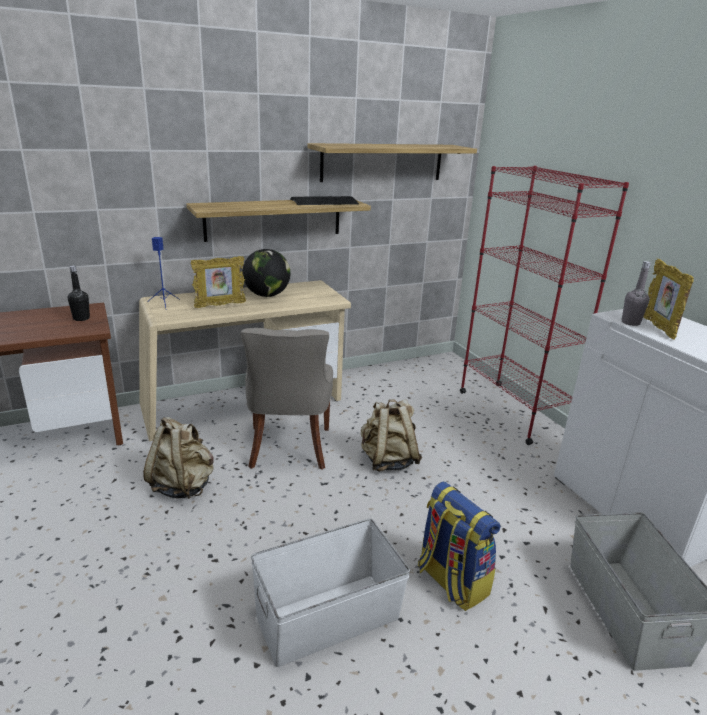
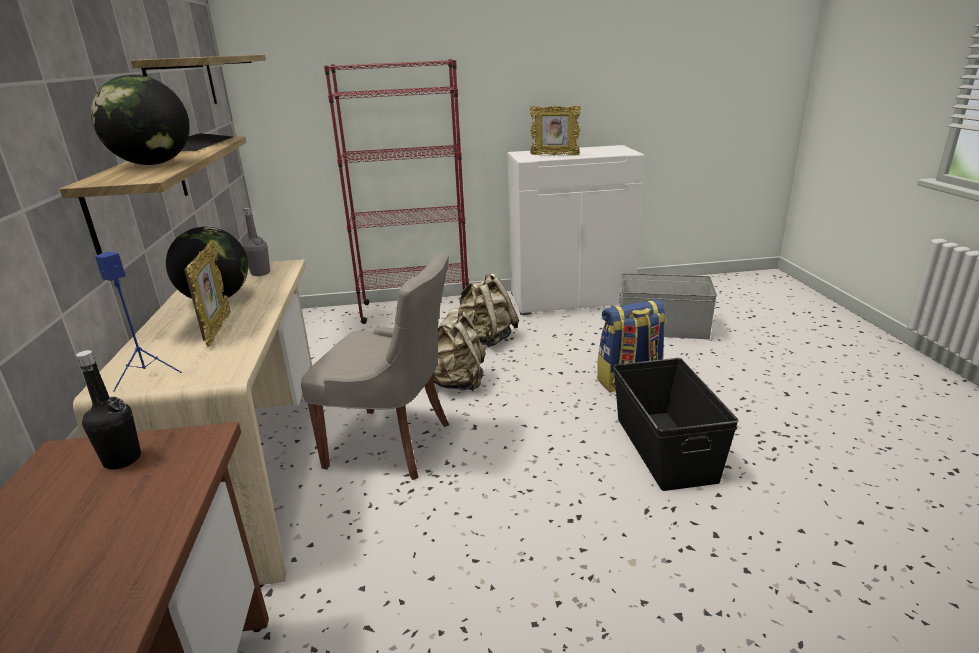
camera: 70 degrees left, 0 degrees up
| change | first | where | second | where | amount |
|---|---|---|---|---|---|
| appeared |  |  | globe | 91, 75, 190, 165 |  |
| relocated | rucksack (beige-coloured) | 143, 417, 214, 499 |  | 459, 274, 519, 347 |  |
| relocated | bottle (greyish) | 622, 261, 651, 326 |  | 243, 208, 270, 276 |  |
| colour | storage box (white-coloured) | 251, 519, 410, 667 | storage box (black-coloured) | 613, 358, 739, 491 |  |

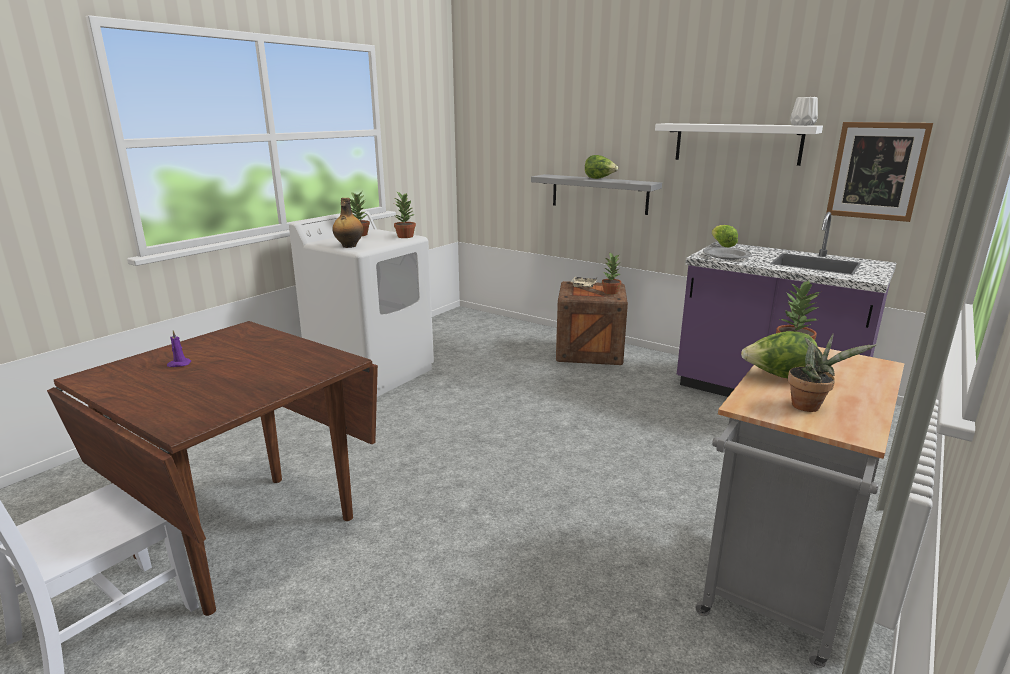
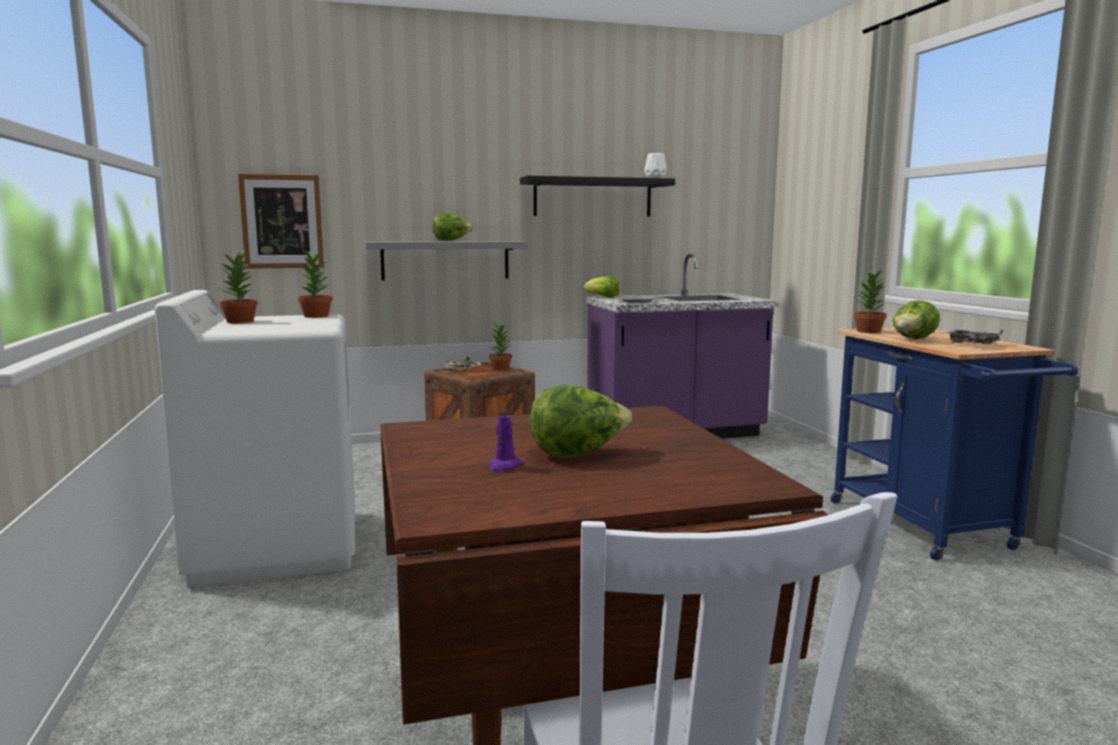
camera: 50 degrees left, 10 degrees down
| change | first | where | second | where | amount |
|---|---|---|---|---|---|
| missing | bottle | 332, 198, 363, 248 |  |  |  |
| appeared |  |  | head of lettuce | 530, 385, 632, 458 |  |
| relocated | wall art | 826, 122, 933, 222 |  | 238, 174, 324, 269 |  |
| exchanged | potted plant | 788, 334, 876, 412 | tray (greyish) | 946, 330, 1003, 344 |  |
| colour | bracket shelf (white-coloured) | 655, 123, 823, 166 | bracket shelf (black-coloured) | 520, 176, 675, 217 |  |
| colour | wheeled cart (greyish) | 696, 347, 904, 668 | wheeled cart (blue) | 830, 327, 1078, 561 |  |

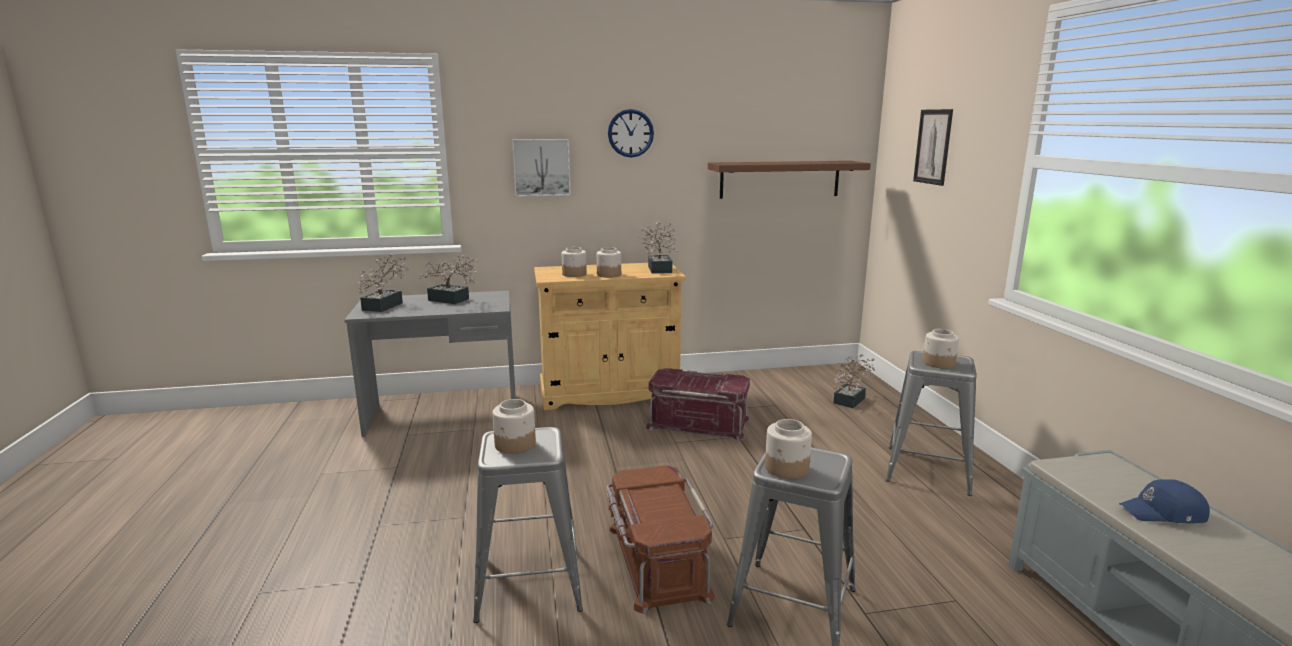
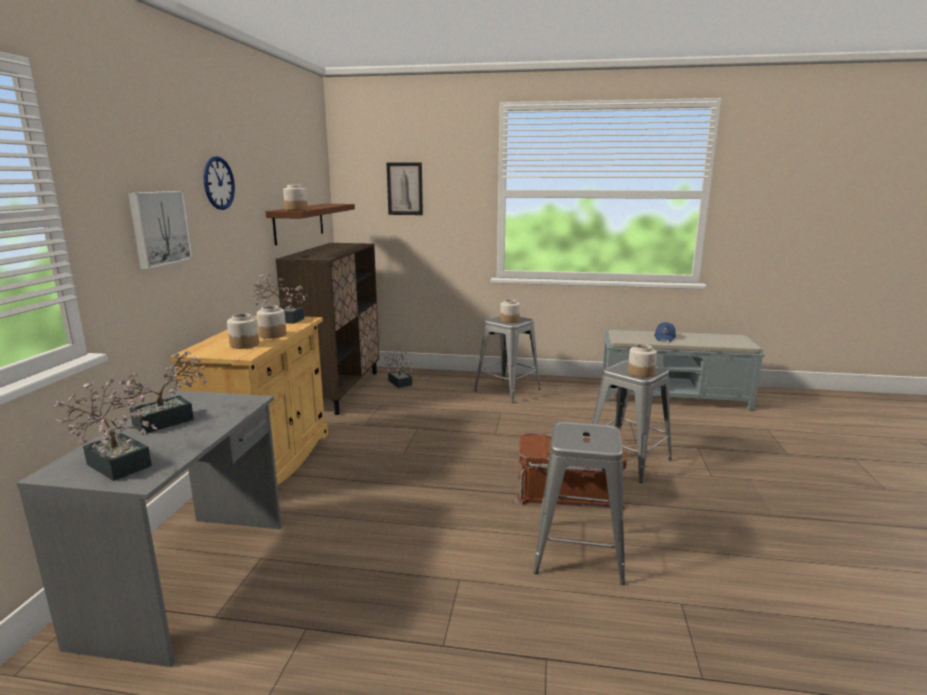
camera: 70 degrees left, 0 degrees up
| change | first | where | second | where | amount |
|---|---|---|---|---|---|
| missing | storage box (red-coloured) | 646, 368, 751, 441 |  |  |  |
| appeared |  |  | cabinet (brownish) | 276, 243, 379, 415 |  |
| relocated | jar | 492, 399, 536, 454 |  | 283, 185, 308, 211 |  |

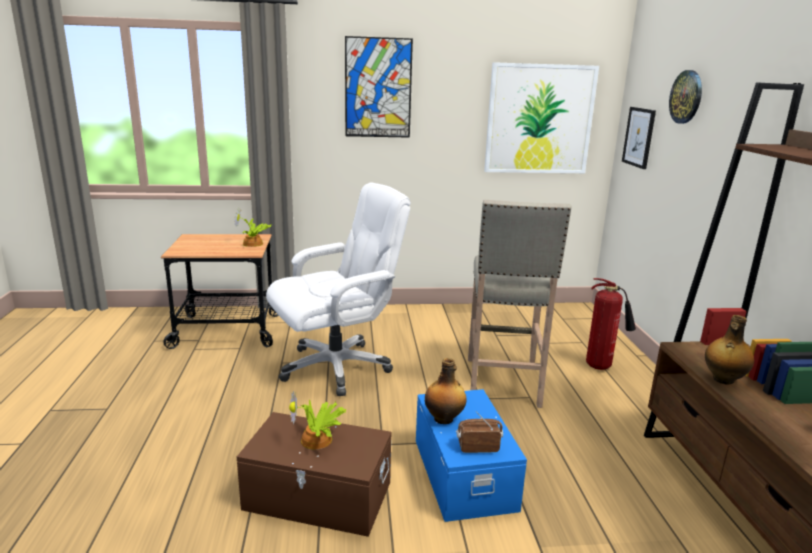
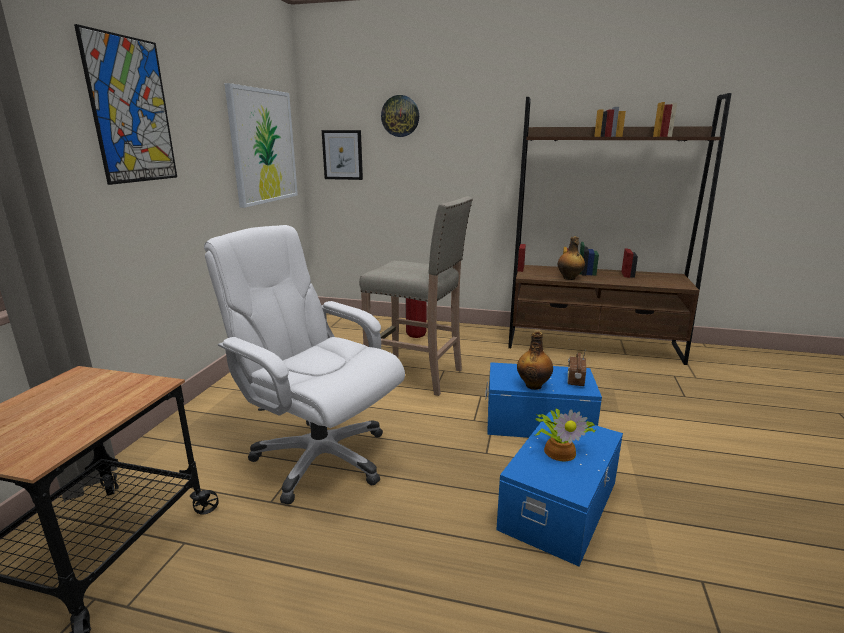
camera: 70 degrees left, 0 degrees up
| change | first | where | second | where | amount |
|---|---|---|---|---|---|
| missing | potted plant | 234, 207, 271, 247 |  |  |  |
| colour | storage box (brownish) | 237, 412, 391, 537 | storage box (blue) | 496, 412, 623, 566 |  |
| spun | computer chair (white-coloured) | 266, 182, 411, 396 |  | 204, 225, 405, 505 | 45 degrees counterclockwise |

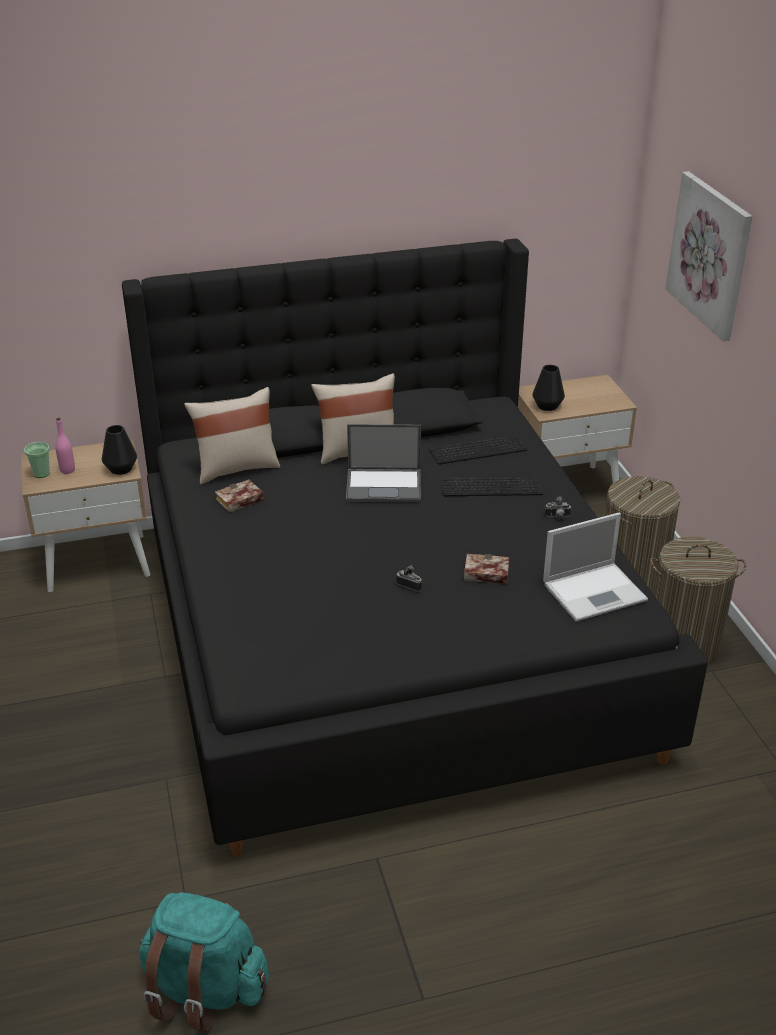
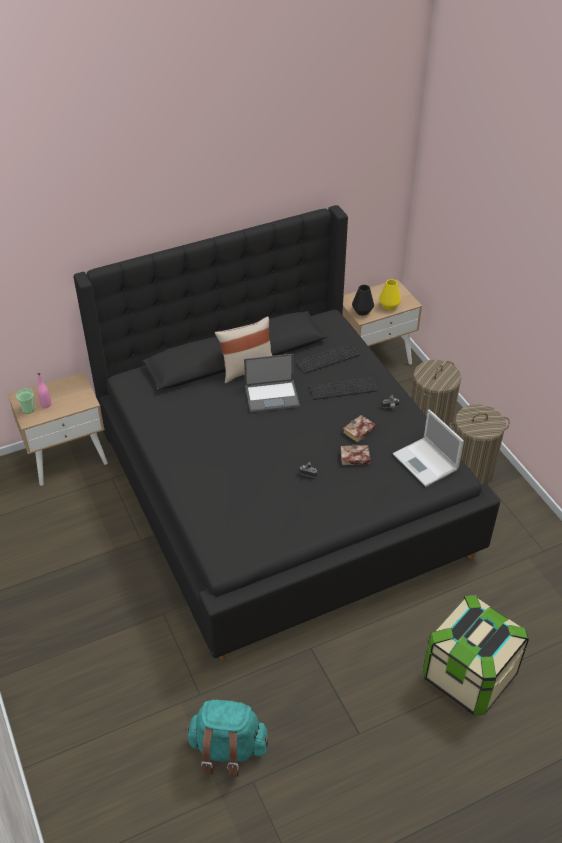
camera: 10 degrees left, 10 degrees up
| change | first | where | second | where | amount |
|---|---|---|---|---|---|
| missing | vase (black-coloured) | 102, 425, 137, 475 |  |  |  |
| missing | pillow (beige-coloured) | 184, 387, 280, 485 |  |  |  |
| missing | wall art | 665, 171, 753, 342 |  |  |  |
| appeared |  |  | vase (yellow-coloured) | 379, 279, 401, 310 |  |
| appeared |  |  | storage box | 423, 596, 529, 715 |  |
| relocated | volume | 215, 479, 264, 513 |  | 343, 415, 376, 443 |  |
| spun | notebook computer | 543, 513, 648, 622 |  | 393, 409, 464, 487 | 90 degrees clockwise |

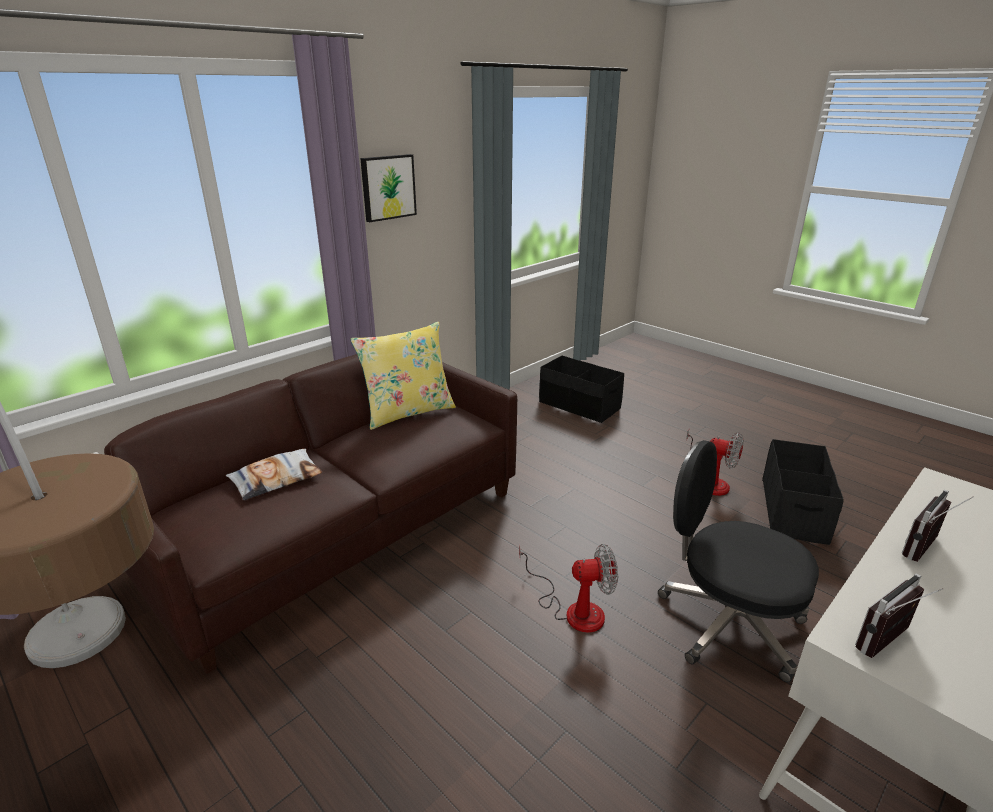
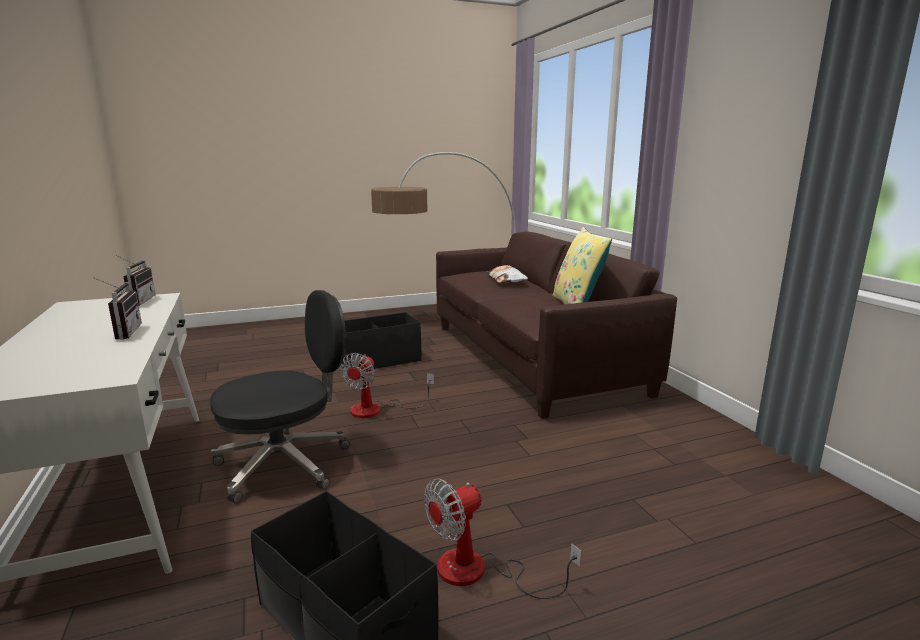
camera: 115 degrees right, 10 degrees down
| change | first | where | second | where | amount |
|---|---|---|---|---|---|
| missing | wall art | 360, 154, 417, 222 |  |  |  |
| relocated | storage box (black-coloured) | 539, 356, 624, 423 |  | 342, 312, 421, 369 |  |

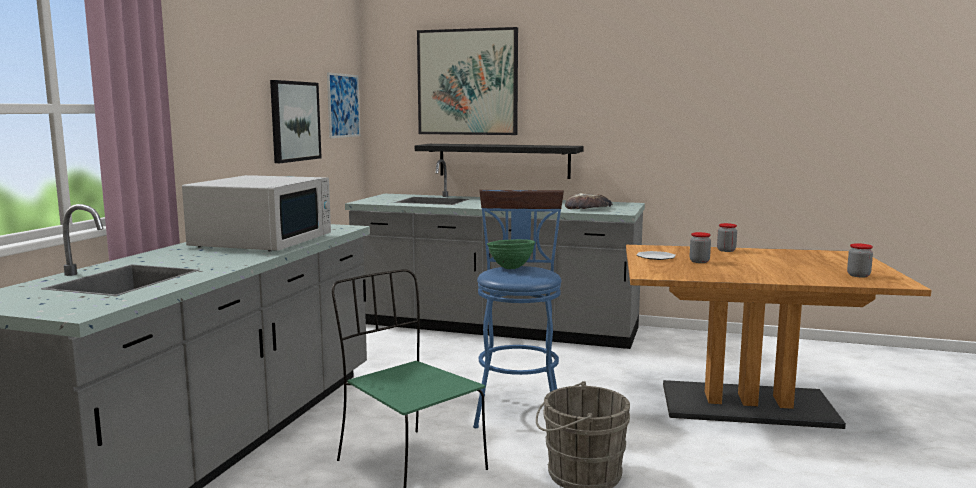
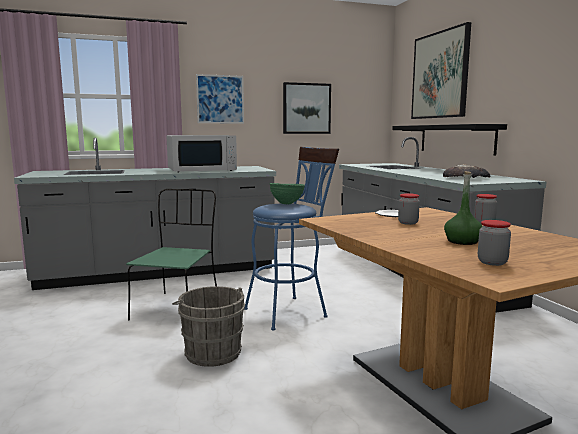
camera: 55 degrees right, 0 degrees up
| change | first | where | second | where | amount |
|---|---|---|---|---|---|
| appeared |  |  | bottle (green-coloured) | 444, 171, 483, 245 |  |
| relocated | wall art | 327, 73, 360, 138 |  | 196, 74, 244, 124 |  |

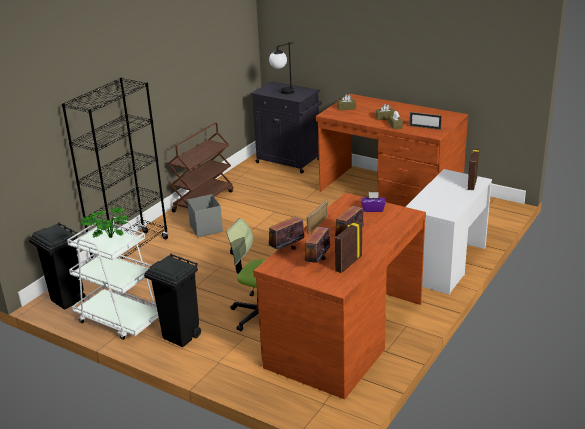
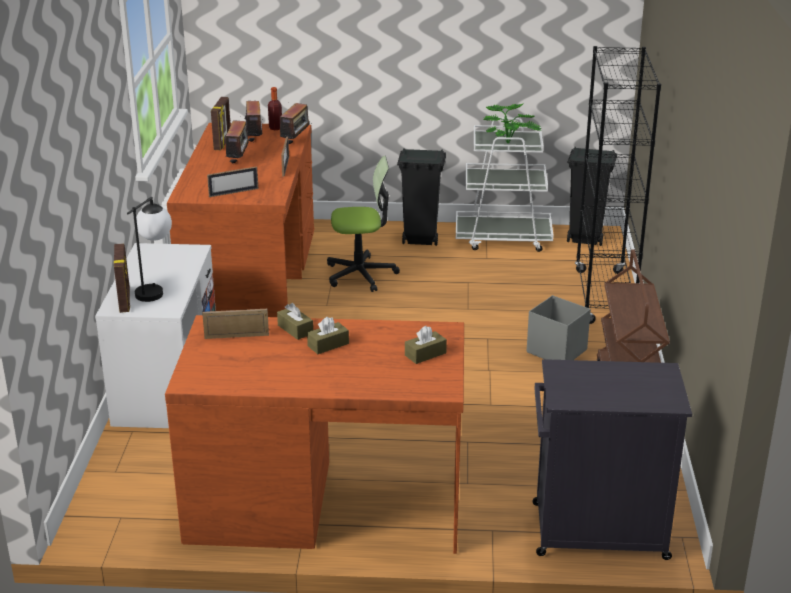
camera: 150 degrees right, 0 degrees up
| change | first | where | second | where | amount |
|---|---|---|---|---|---|
| appeared |  |  | bottle | 268, 87, 282, 130 |  |
| relocated | table lamp | 269, 42, 295, 94 |  | 127, 197, 172, 302 |  |
| exchanged | tissue holder (purple) | 361, 192, 386, 212 | standing frame | 207, 166, 258, 197 |  |

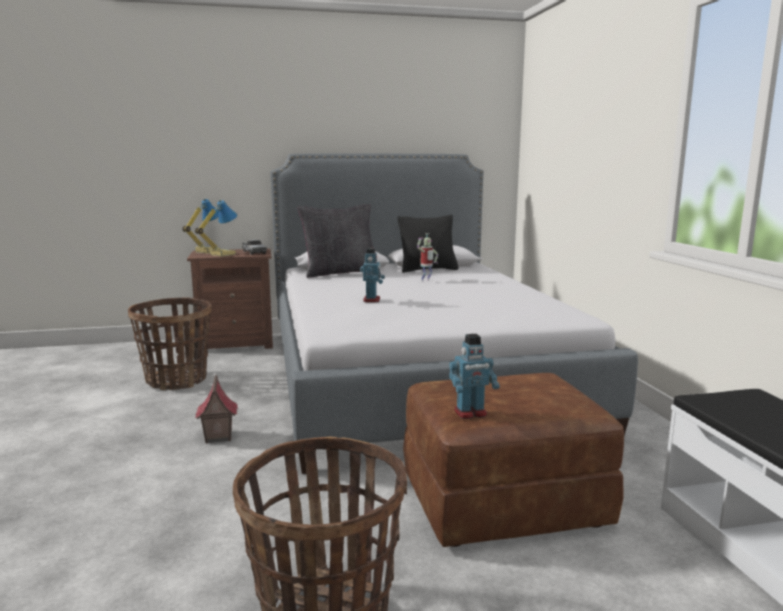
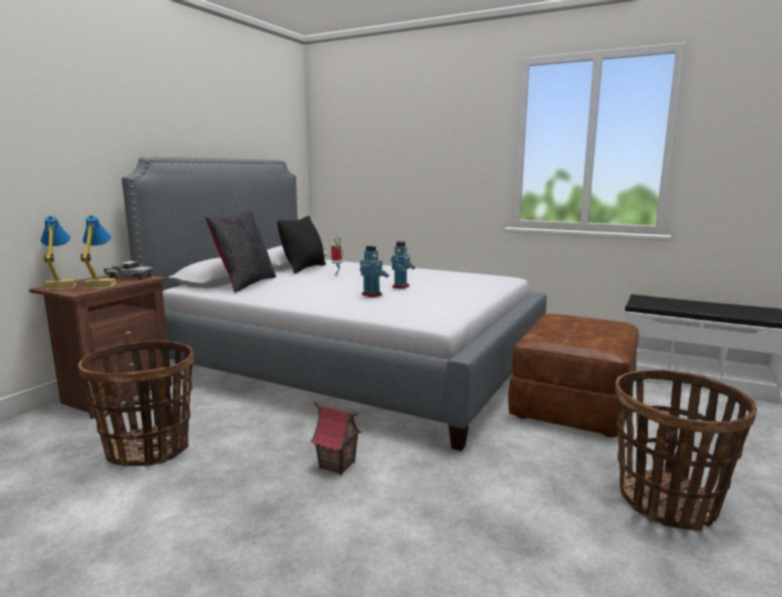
camera: 50 degrees left, 0 degrees up
| change | first | where | second | where | amount |
|---|---|---|---|---|---|
| relocated | toy robot | 449, 334, 500, 419 |  | 391, 241, 415, 289 |  |

